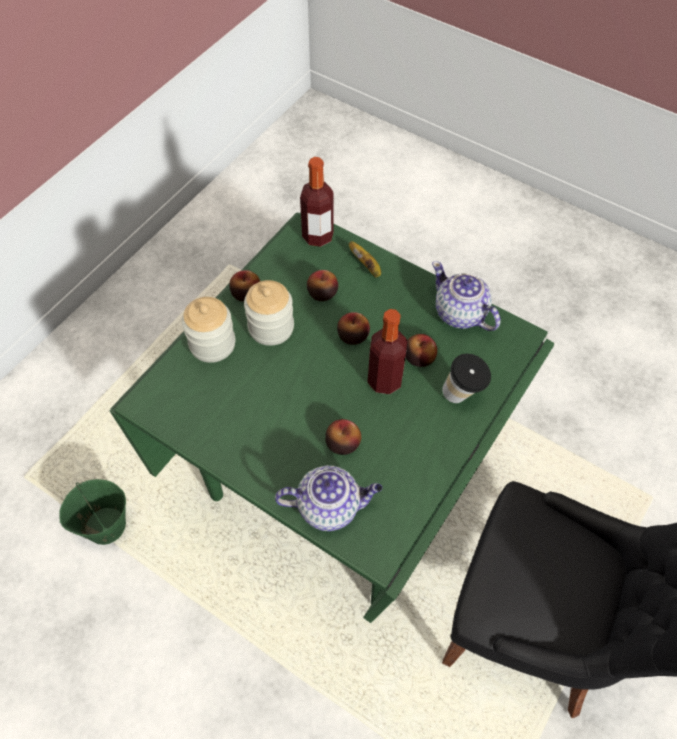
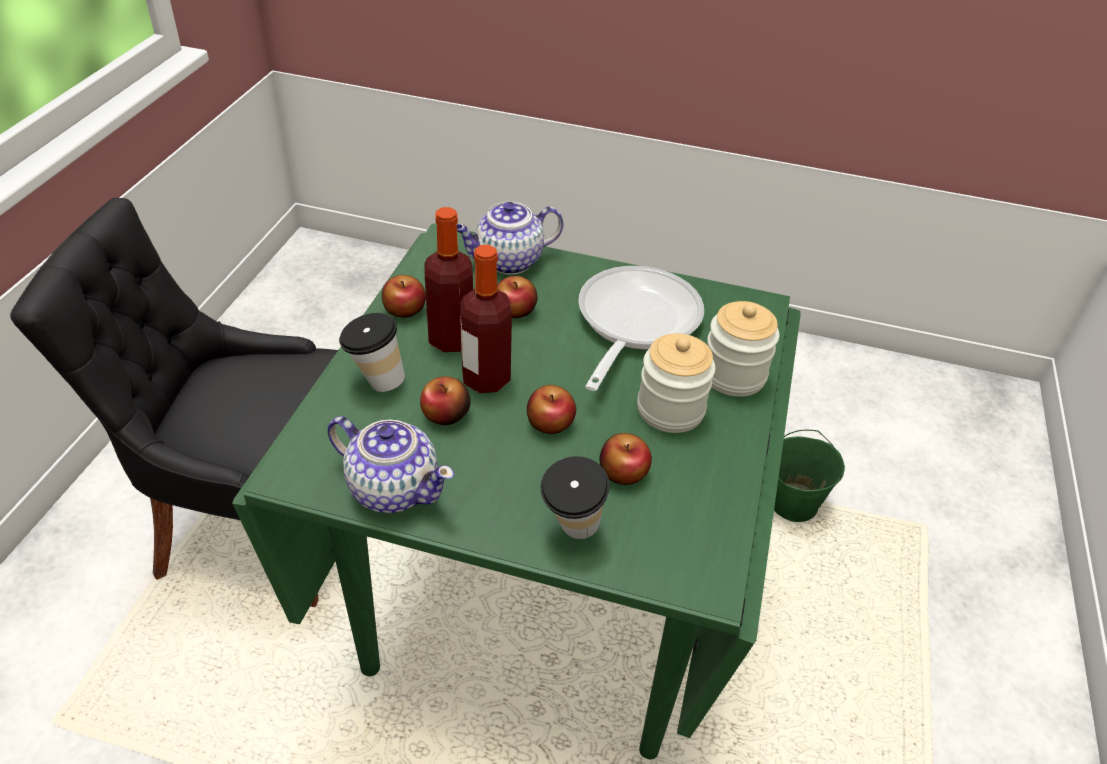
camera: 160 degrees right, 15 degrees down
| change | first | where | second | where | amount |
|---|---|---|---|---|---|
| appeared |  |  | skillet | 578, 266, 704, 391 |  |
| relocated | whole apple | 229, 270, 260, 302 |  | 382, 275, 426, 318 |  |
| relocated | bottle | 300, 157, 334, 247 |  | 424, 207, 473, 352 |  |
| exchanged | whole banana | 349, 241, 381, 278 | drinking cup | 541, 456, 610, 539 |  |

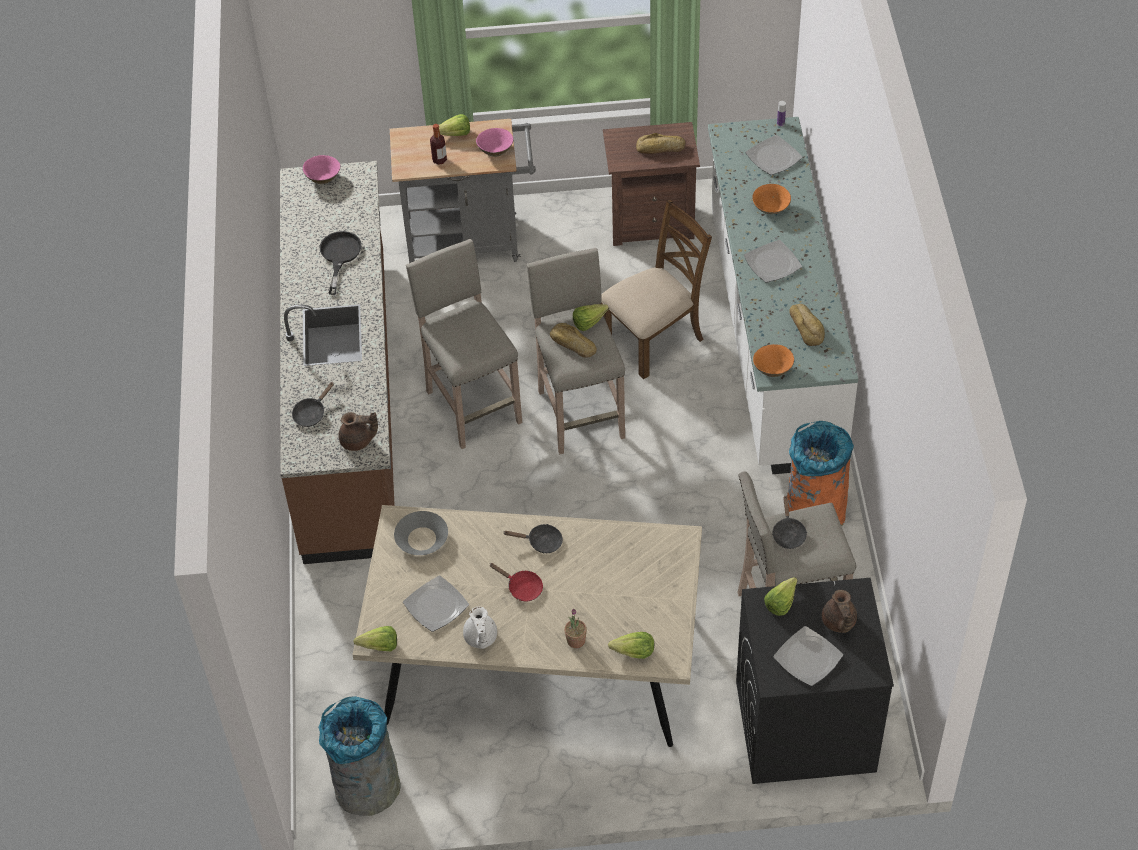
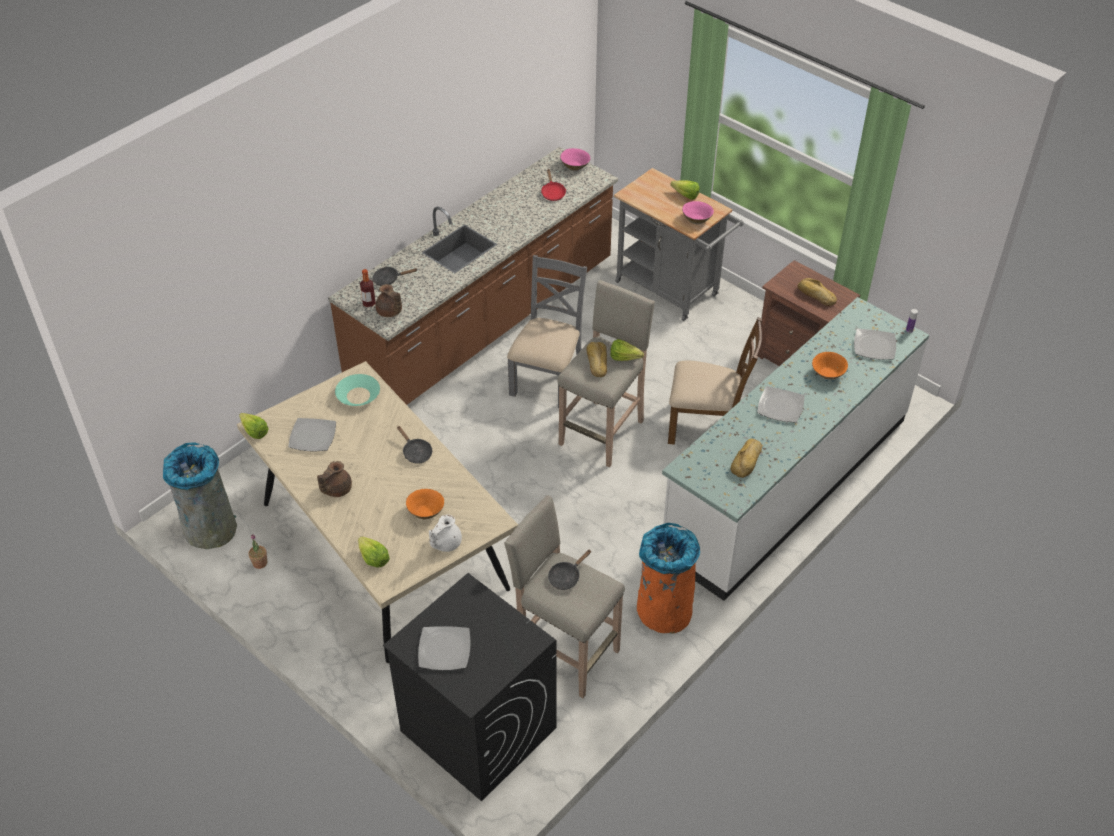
camera: 45 degrees right, 5 degrees down
| change | first | where | second | where | amount |
|---|---|---|---|---|---|
| missing | skillet (black-coloured) | 320, 231, 362, 295 |  |  |  |
| missing | head of lettuce | 764, 577, 797, 616 |  |  |  |
| relocated | bottle | 430, 124, 447, 165 |  | 360, 269, 376, 307 |  |
| relocated | teapot (white-coloured) | 463, 607, 497, 649 |  | 429, 514, 462, 552 |  |
| relocated | skillet (red-coloured) | 489, 563, 543, 602 |  | 541, 169, 566, 201 |  |
| relocated | potted plant | 564, 609, 587, 648 |  | 248, 534, 267, 569 |  |
| relocated | bowl (orange-coloured) | 753, 344, 794, 377 |  | 406, 489, 444, 519 |  |
| relocated | teapot (brownish) | 822, 590, 857, 633 |  | 317, 461, 352, 497 |  |
| exchanged | sitting stool (beige-coloured) | 406, 239, 522, 449 | upright chair (greyish) | 507, 255, 587, 408 |  |
| colour | bowl (greyish) | 394, 511, 448, 555 | bowl (turquoise) | 335, 374, 380, 406 |  |

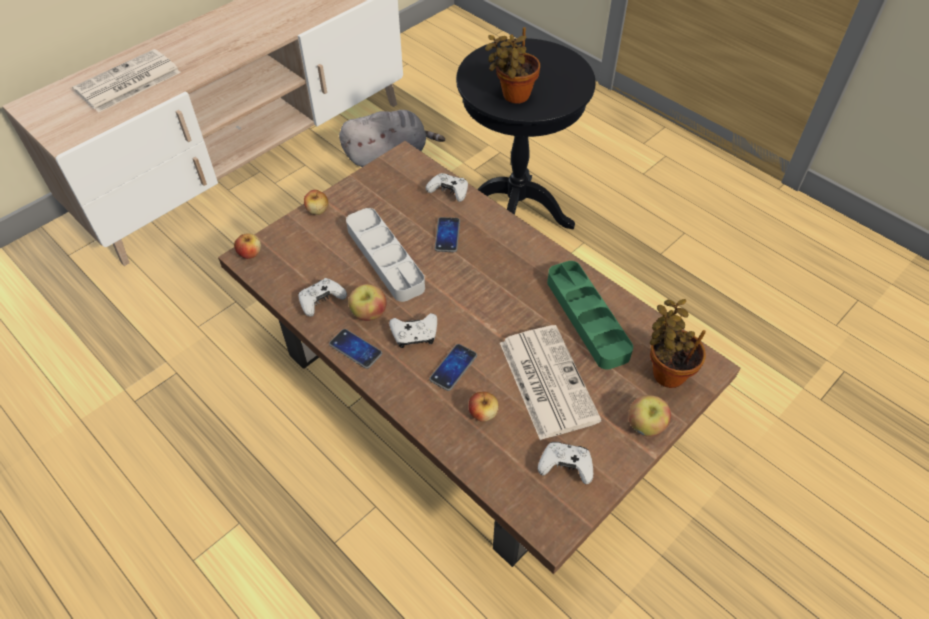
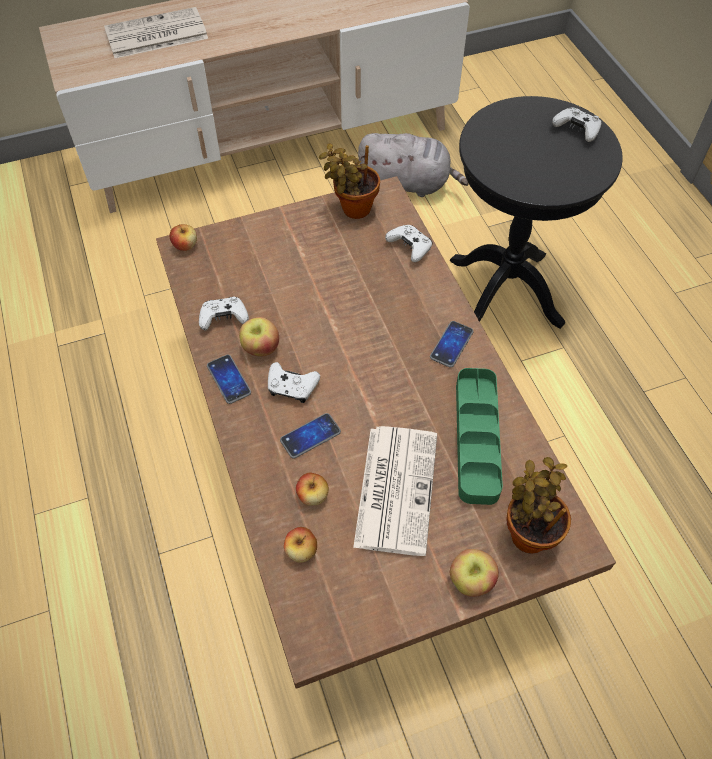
camera: 25 degrees right, 5 degrees up
| change | first | where | second | where | amount |
|---|---|---|---|---|---|
| missing | tray (greyish) | 346, 208, 425, 302 |  |  |  |
| relocated | whole apple | 304, 190, 329, 215 |  | 284, 527, 317, 563 |  |
| relocated | phone | 434, 217, 460, 252 |  | 430, 321, 474, 368 |  |
| relocated | potted plant | 485, 27, 540, 104 |  | 319, 143, 380, 219 |  |
| relocated | joypad (white-coloured) | 538, 442, 593, 484 |  | 552, 107, 601, 142 |  |

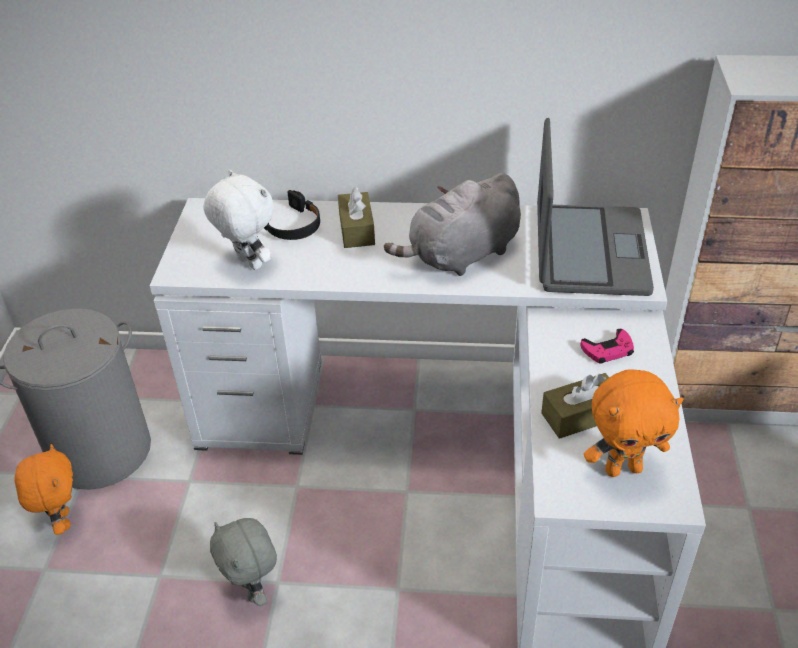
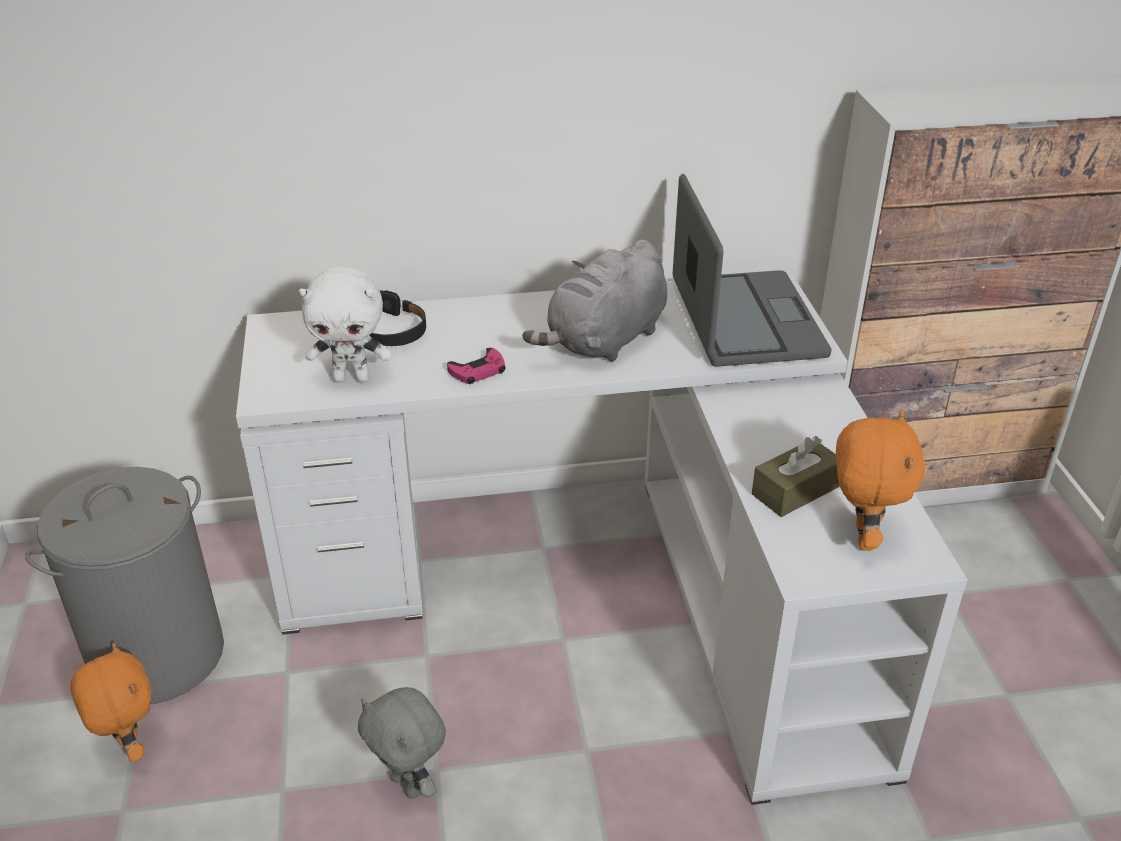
camera: 15 degrees left, 5 degrees down
| change | first | where | second | where | amount |
|---|---|---|---|---|---|
| missing | tissue holder (brownish) | 338, 186, 375, 248 |  |  |  |
| relocated | joypad (pink-coloured) | 580, 329, 634, 364 |  | 447, 348, 506, 384 |  |
| spun | cuddly toy (white-coloured) | 203, 169, 274, 270 |  | 299, 266, 392, 383 | 150 degrees clockwise |
| spun | cuddly toy (orange-coloured) | 584, 369, 684, 477 |  | 836, 411, 925, 551 | 60 degrees counterclockwise |

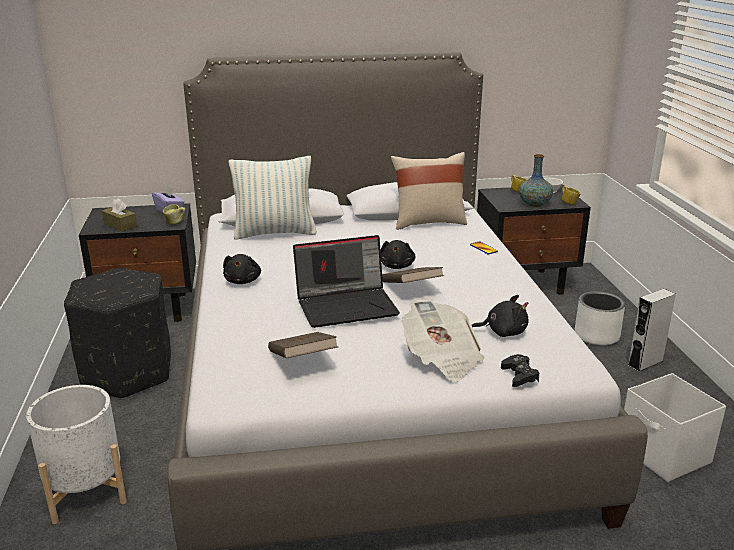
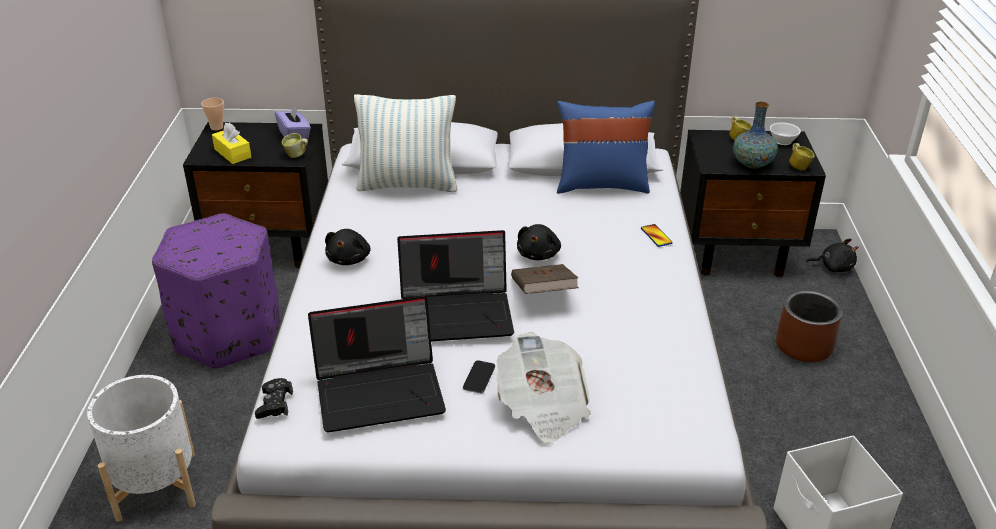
camera: 10 degrees right, 10 degrees up
| change | first | where | second | where | amount |
|---|---|---|---|---|---|
| missing | speaker (greyish) | 628, 289, 676, 372 |  |  |  |
| appeared |  |  | drinking cup | 201, 98, 224, 130 |  |
| appeared |  |  | phone | 463, 361, 495, 393 |  |
| relocated | cuddly toy (black-coloured) | 472, 295, 529, 337 |  | 806, 239, 859, 273 |  |
| relocated | joypad (black-coloured) | 501, 354, 540, 387 |  | 255, 378, 293, 419 |  |
| exchanged | volume (brownish) | 268, 332, 338, 358 | notebook computer | 308, 296, 446, 432 |  |
| colour | ottoman (black-coloured) | 64, 268, 171, 399 | ottoman (purple) | 152, 213, 280, 370 |  |
| colour | tissue holder (brownish) | 102, 198, 137, 232 | tissue holder (yellow-coloured) | 212, 123, 251, 164 |  |
| colour | pillow (beige-coloured) | 391, 152, 467, 230 | pillow (blue) | 557, 101, 655, 194 |  |
| colour | planter (white-coloured) | 575, 291, 625, 345 | planter (brownish) | 776, 290, 843, 362 |  |

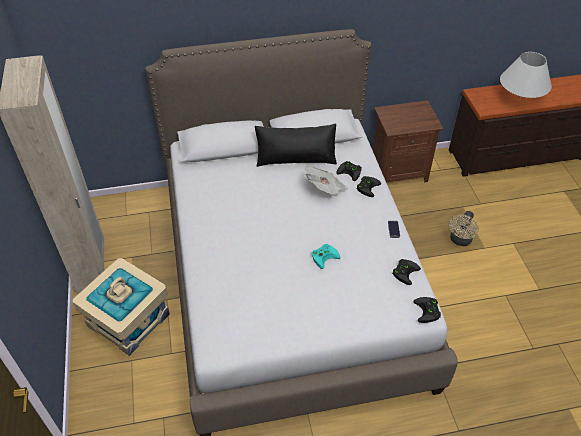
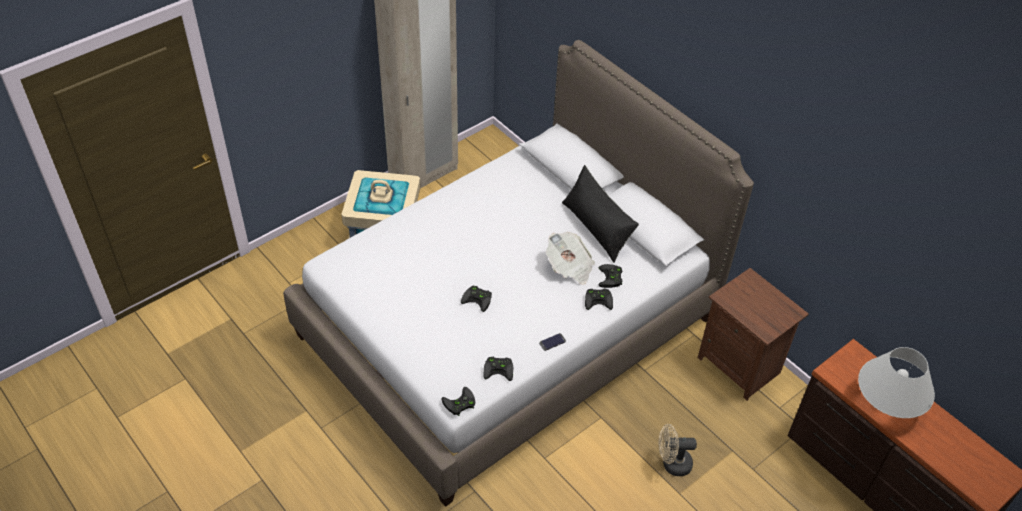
camera: 60 degrees right, 0 degrees up
| change | first | where | second | where | amount |
|---|---|---|---|---|---|
| colour | joypad (turquoise) | 312, 244, 341, 269 | joypad (black-coloured) | 461, 286, 492, 312 |  |

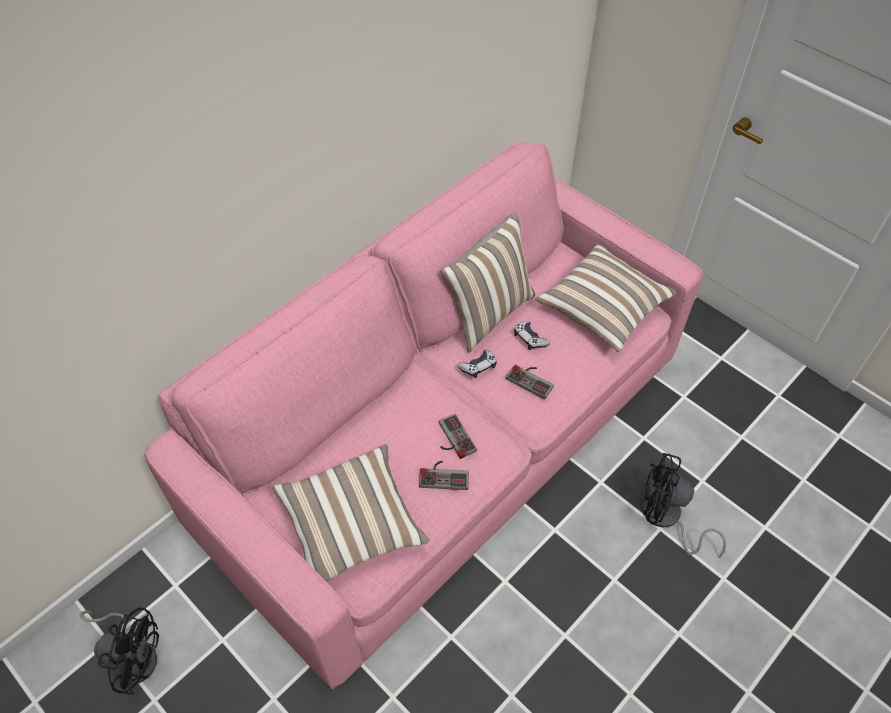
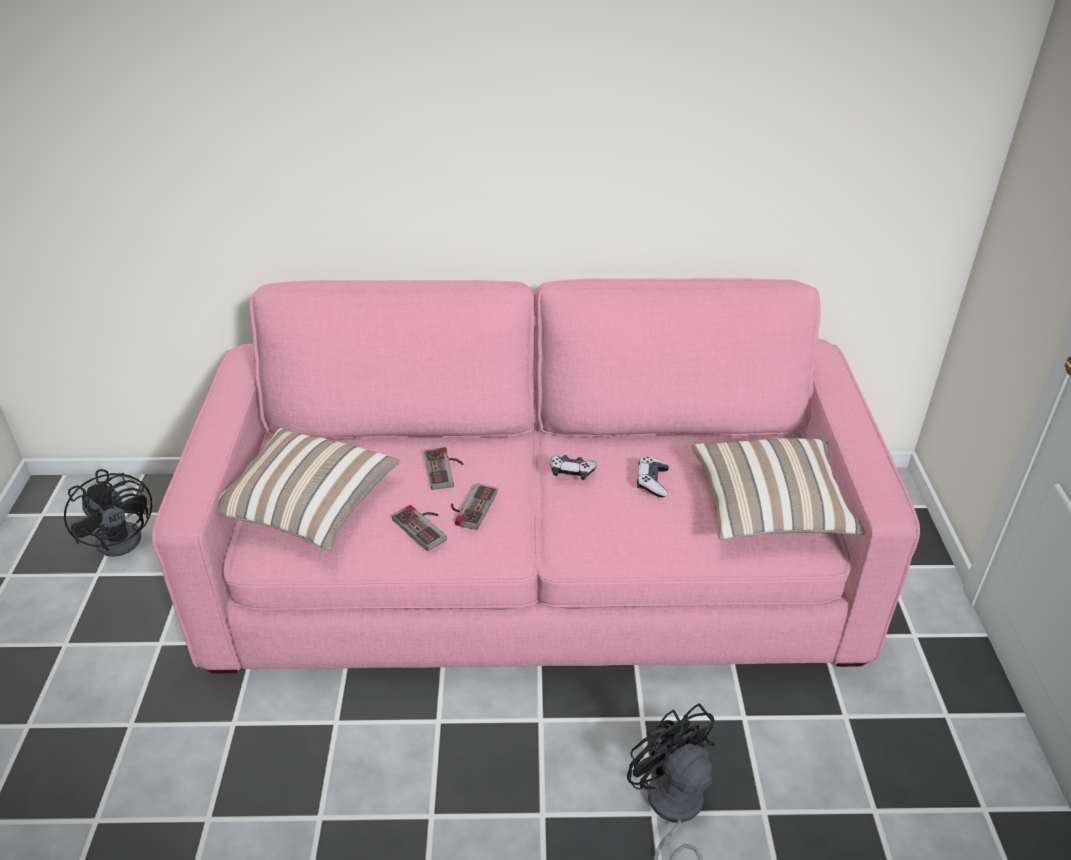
camera: 45 degrees right, 15 degrees down
| change | first | where | second | where | amount |
|---|---|---|---|---|---|
| missing | pillow | 441, 212, 535, 353 |  |  |  |
| relocated | joypad | 506, 365, 554, 399 |  | 425, 447, 463, 490 |  |

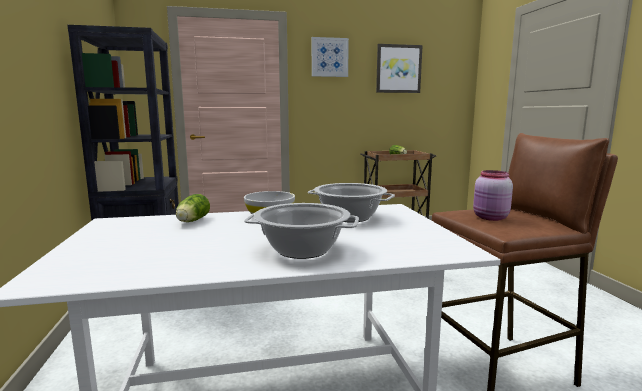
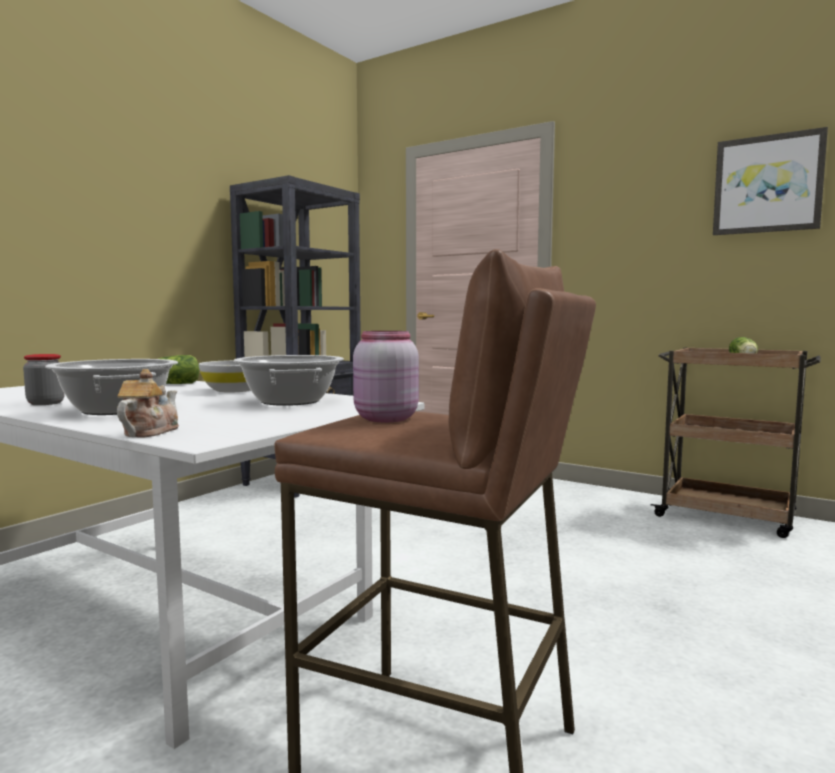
camera: 45 degrees right, 5 degrees down
| change | first | where | second | where | amount |
|---|---|---|---|---|---|
| missing | wall art | 312, 37, 349, 77 |  |  |  |
| appeared |  |  | jar | 23, 354, 65, 405 |  |
| appeared |  |  | teapot | 117, 369, 179, 437 |  |

